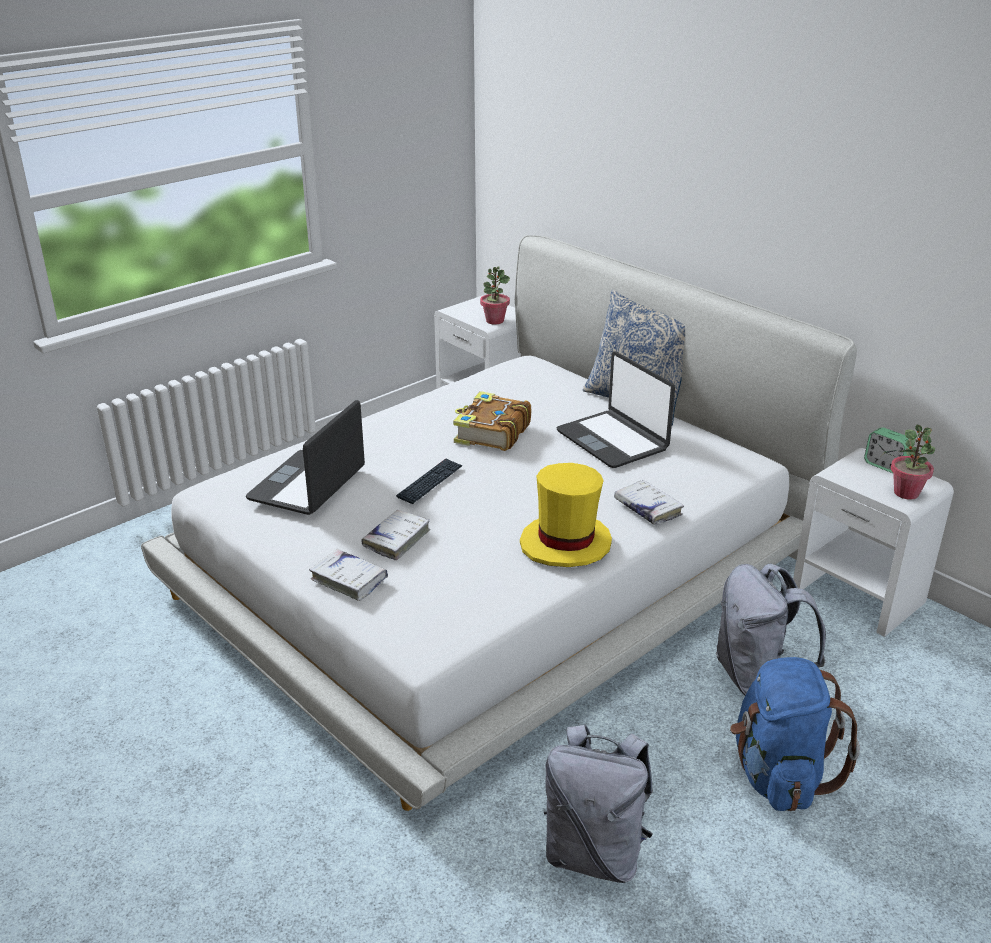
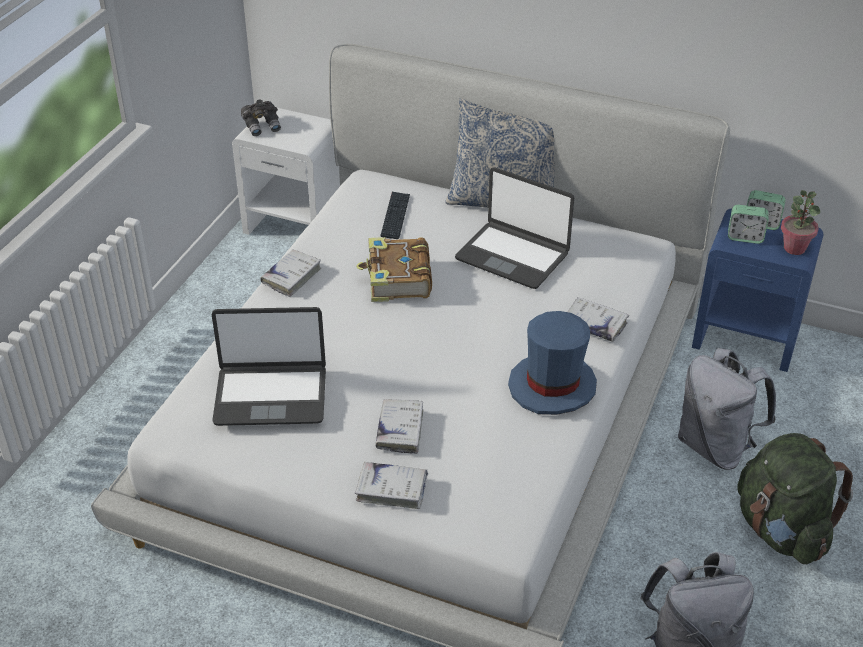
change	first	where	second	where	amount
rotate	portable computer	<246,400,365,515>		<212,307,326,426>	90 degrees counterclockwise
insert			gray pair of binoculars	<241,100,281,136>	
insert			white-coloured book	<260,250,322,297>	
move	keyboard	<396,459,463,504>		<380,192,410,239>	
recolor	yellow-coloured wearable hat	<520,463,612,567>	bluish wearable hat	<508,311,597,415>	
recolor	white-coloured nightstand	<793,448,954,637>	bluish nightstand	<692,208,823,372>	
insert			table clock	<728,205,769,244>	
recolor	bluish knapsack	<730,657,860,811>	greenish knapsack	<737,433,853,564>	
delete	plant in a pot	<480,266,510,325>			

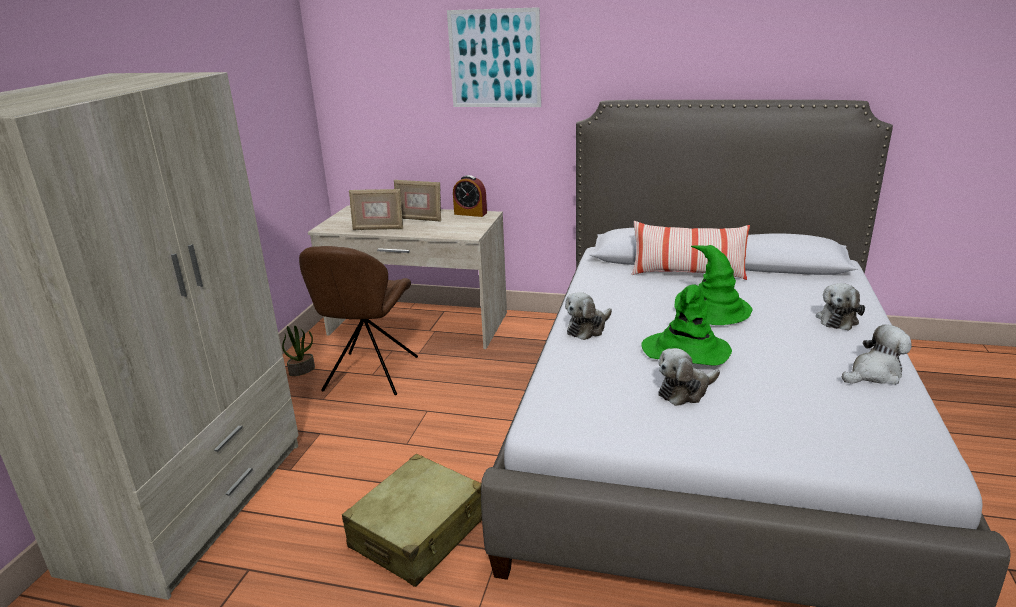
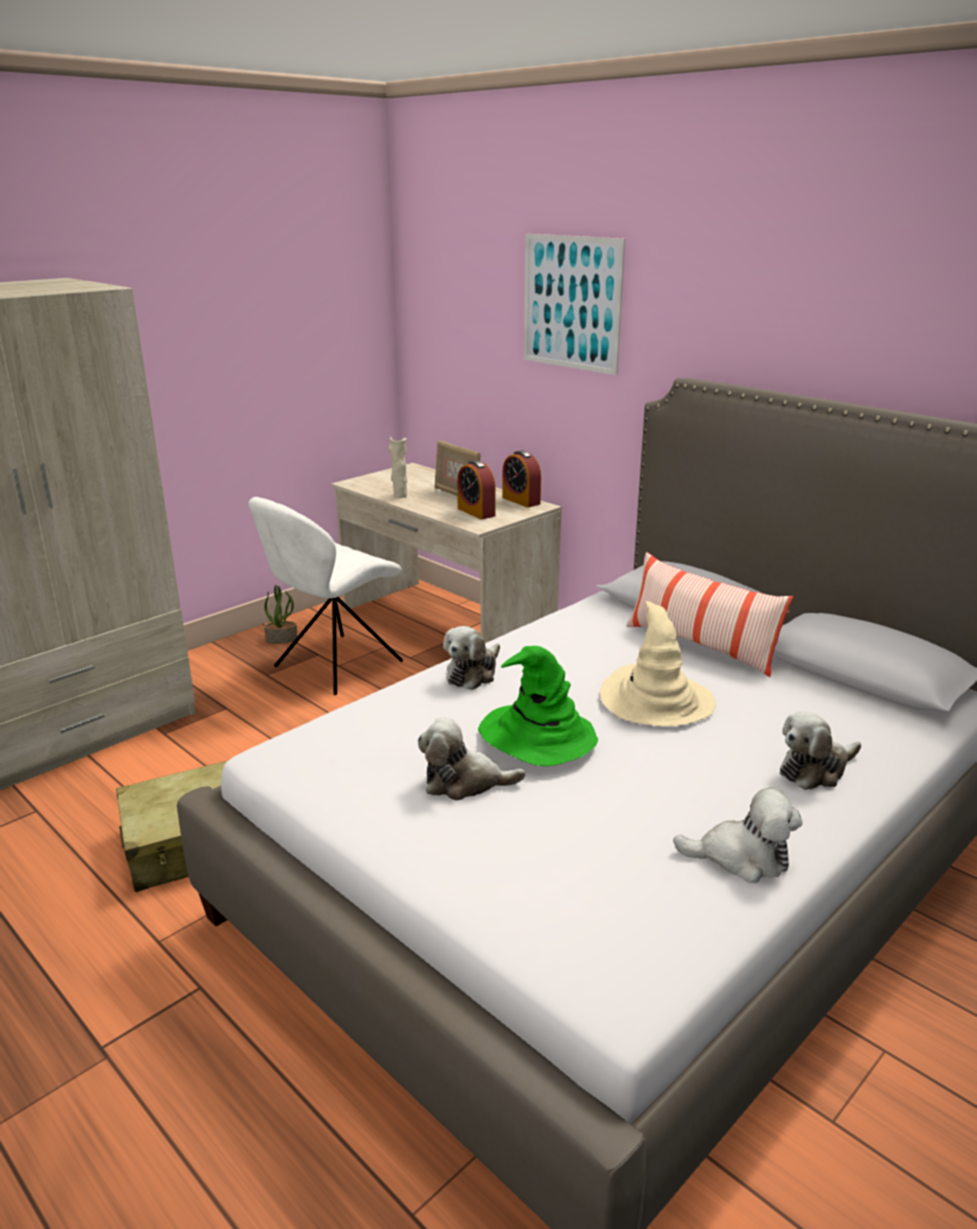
change	first	where	second	where	amount
recolor	brown-coloured chair	<299,246,418,395>	white-coloured chair	<248,497,403,695>	
replace	standing frame	<349,189,403,230>	sand-coloured flower vase	<388,437,407,498>	
rotate	plush toy	<565,292,612,340>		<443,626,500,690>	45 degrees counterclockwise
insert			table clock	<457,460,496,519>	
recolor	greenish wearable hat	<675,245,753,325>	sand-coloured wearable hat	<600,601,715,726>	

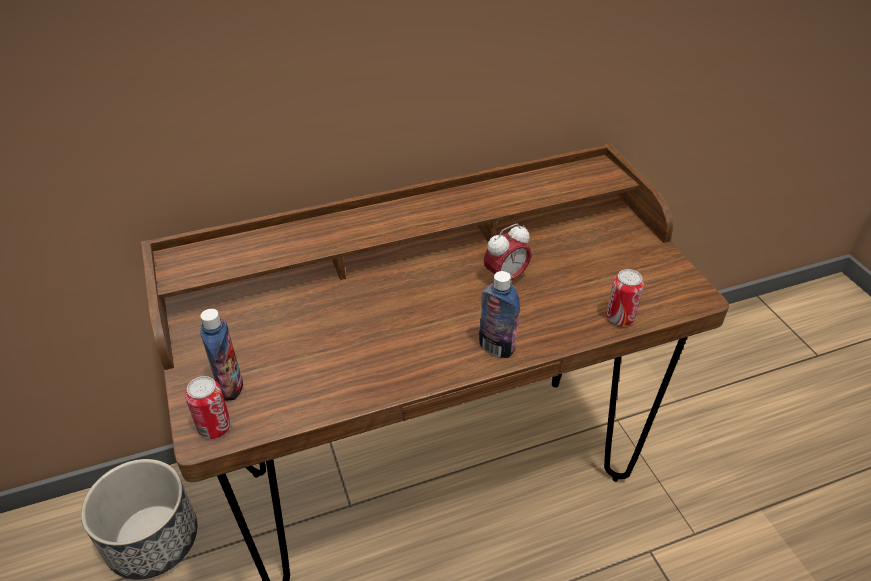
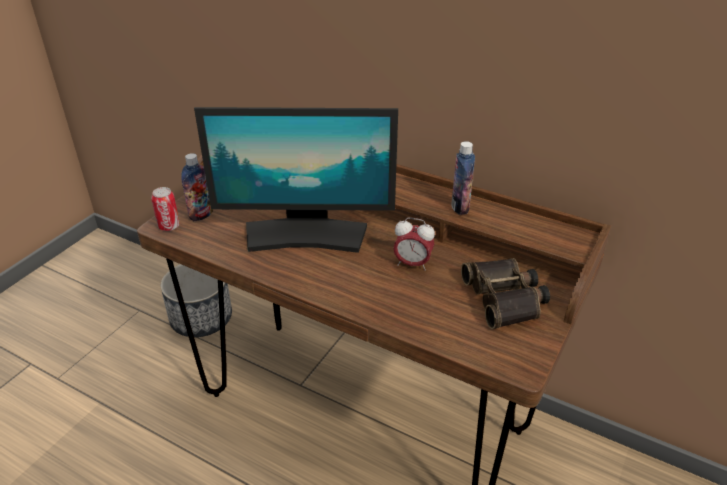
change	first	where	second	where	amount
insert			computer screen	<194,107,398,253>	
move	bottle	<479,271,520,358>		<451,141,475,215>	
insert			pair of binoculars	<461,258,550,329>	
delete	metal can	<606,269,644,326>			

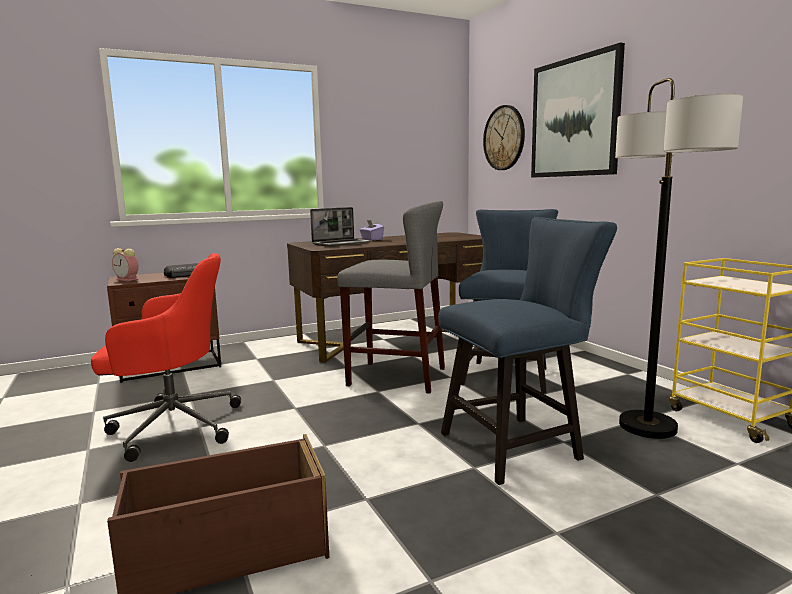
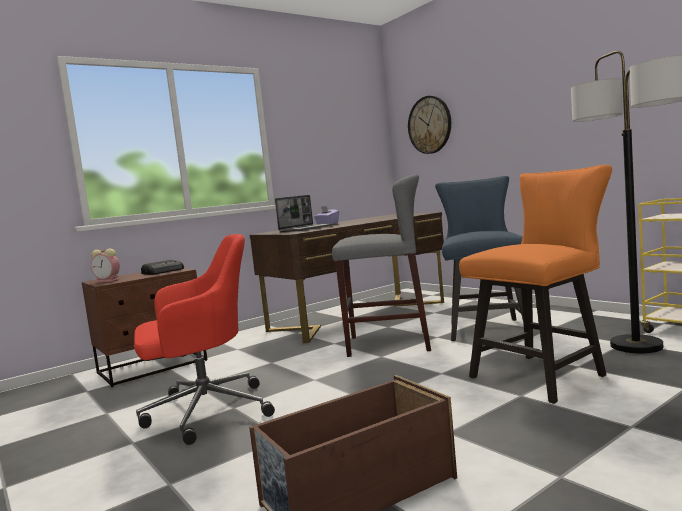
change	first	where	second	where	amount
recolor	bluish chair	<438,217,617,485>	orange chair	<459,165,612,404>	
delete	picture	<531,43,625,178>			

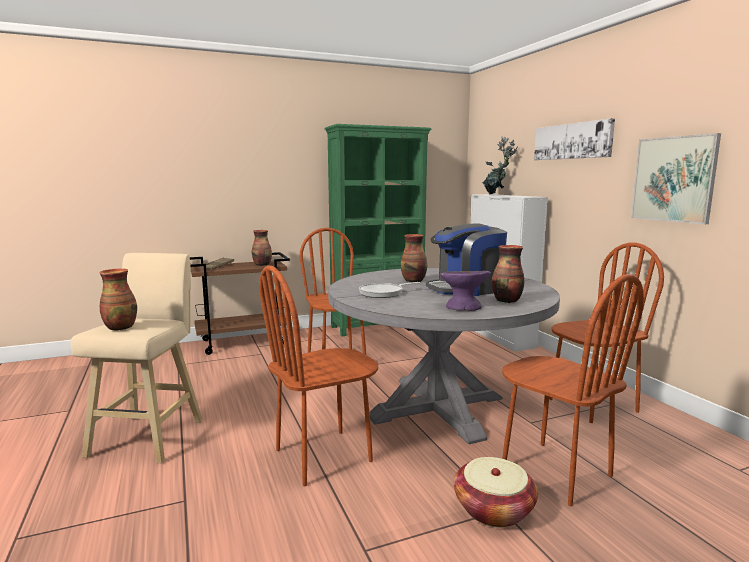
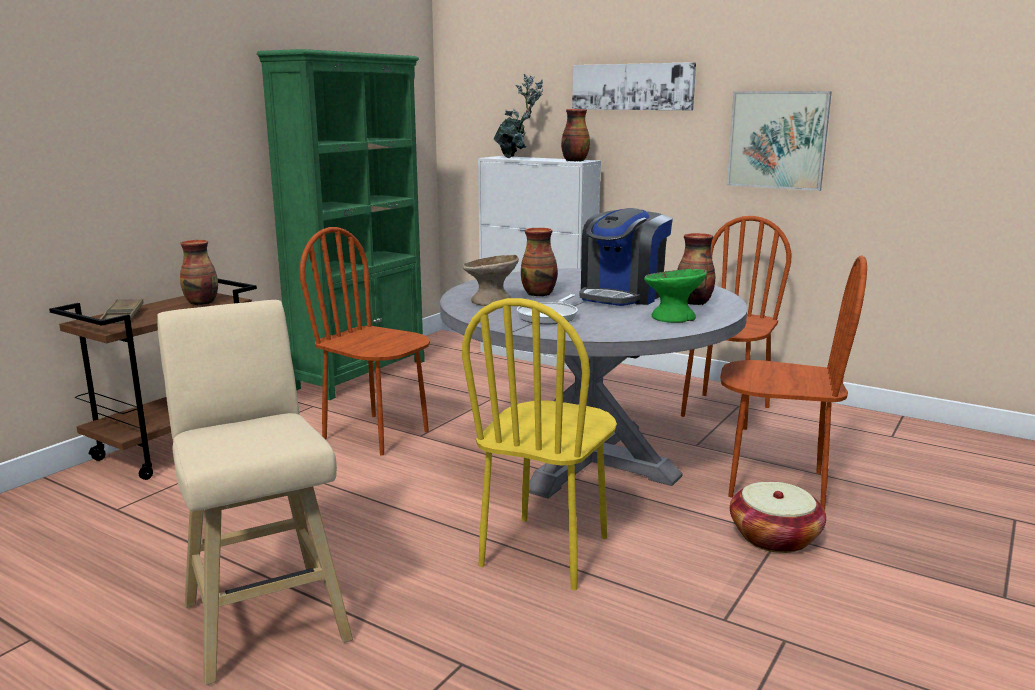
change	first	where	second	where	amount
insert			sand-coloured serving bowl	<462,255,519,306>	
recolor	brown-coloured chair	<259,265,378,486>	yellow-coloured chair	<462,298,617,590>	
move	flower vase	<100,268,137,331>		<561,109,590,162>	
recolor	purplish serving bowl	<440,271,491,311>	greenish serving bowl	<644,269,707,323>	

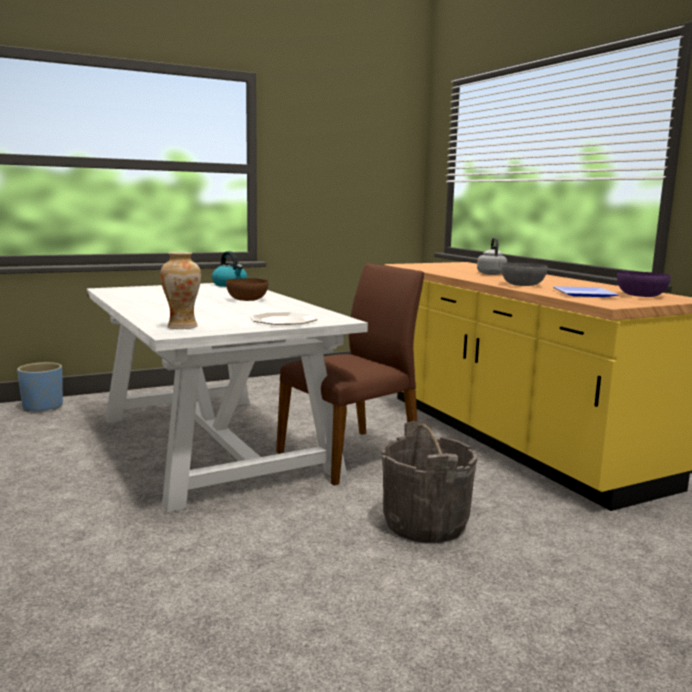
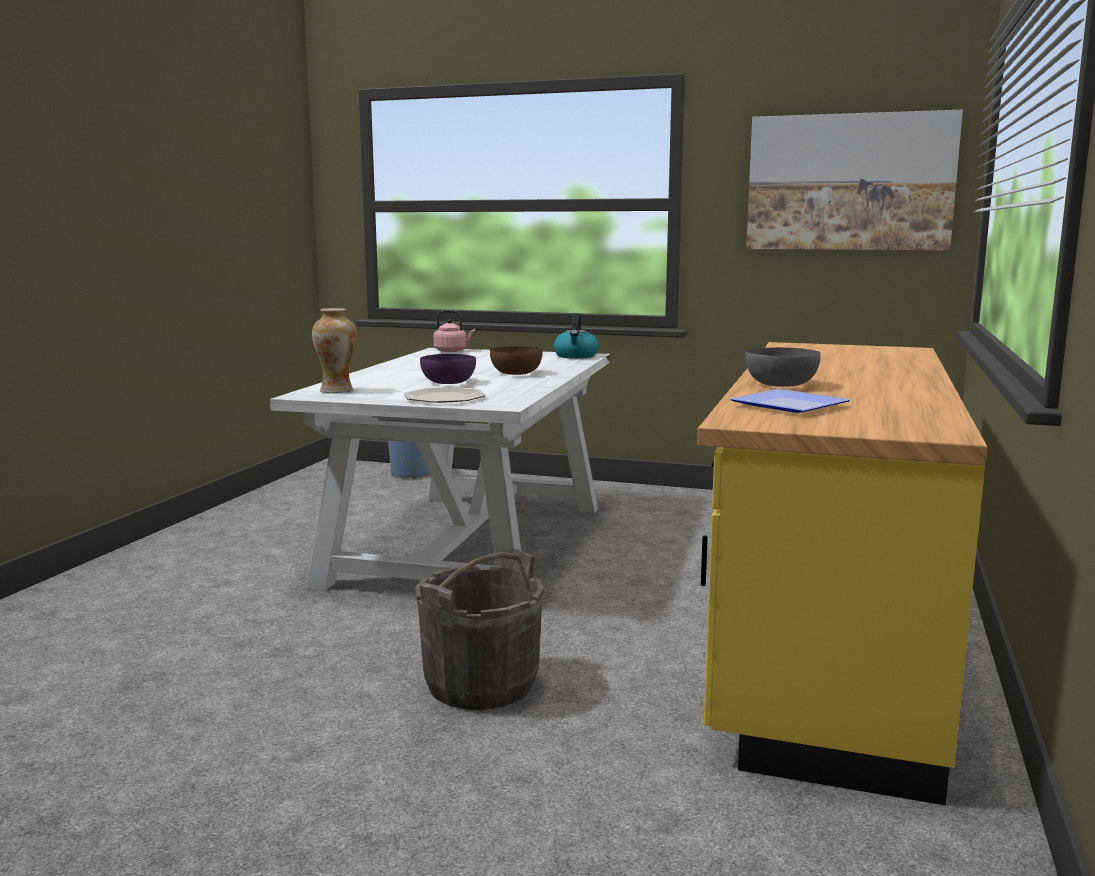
change	first	where	second	where	amount
move	purplish serving bowl	<617,271,671,297>		<420,354,476,384>	
insert			pink tea kettle	<433,310,475,352>	
insert			picture	<746,110,963,251>	
delete	brown-coloured chair	<276,264,424,485>			
delete	gray tea kettle	<477,238,507,275>			

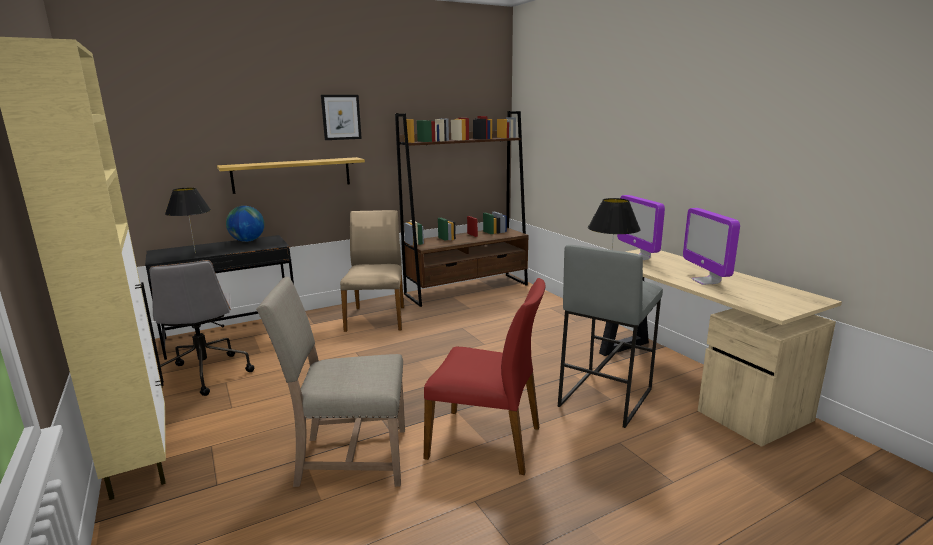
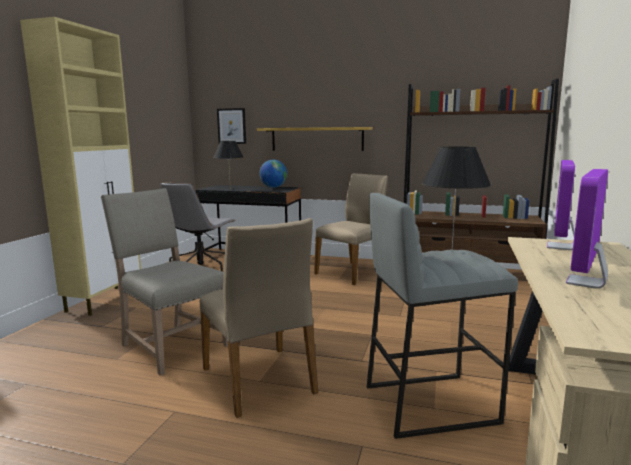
change	first	where	second	where	amount
recolor	red-coloured chair	<424,278,545,475>	sand-coloured chair	<200,218,318,418>	
move	picture	<321,95,362,140>		<217,108,246,144>	

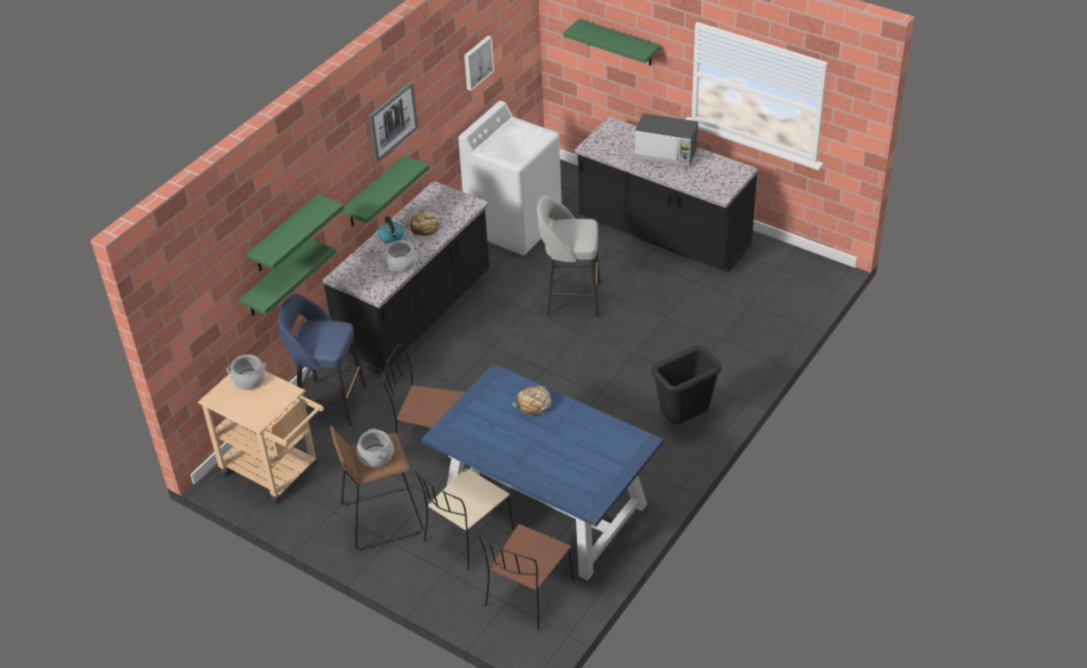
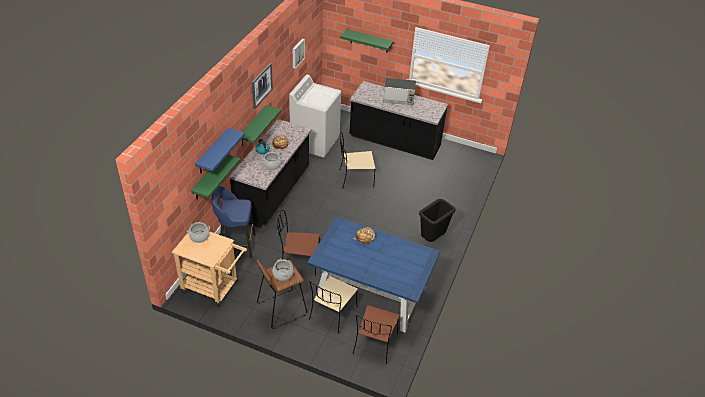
change	first	where	second	where	amount
recolor	greenish shelf	<247,194,344,271>	bluish shelf	<195,128,245,173>	
replace	gray stool seat	<537,195,601,317>	sand-coloured chair	<339,132,375,187>	

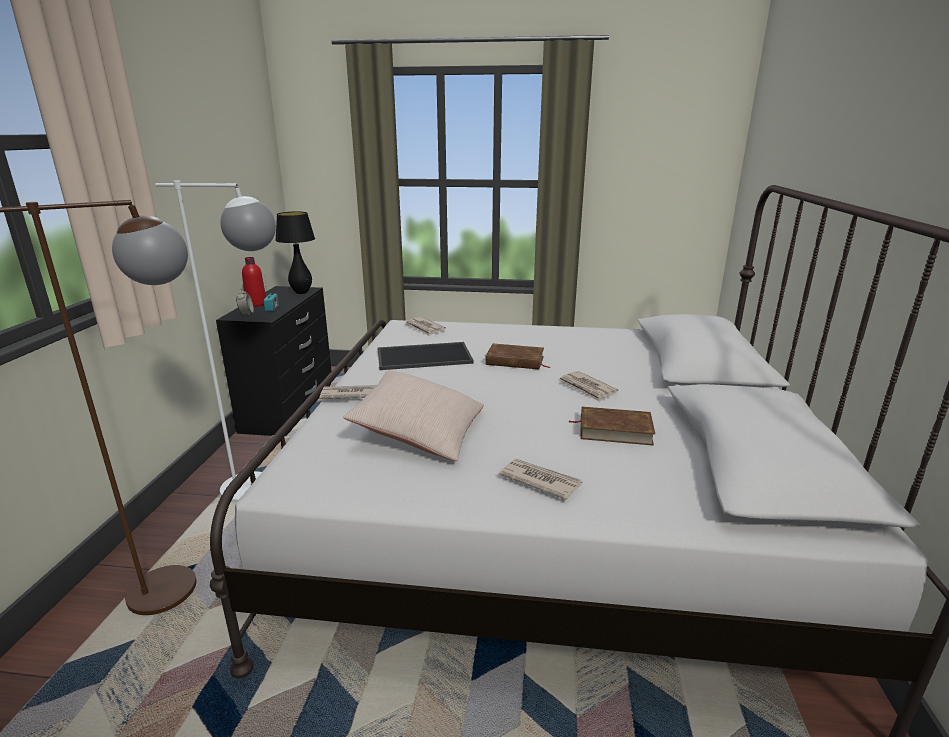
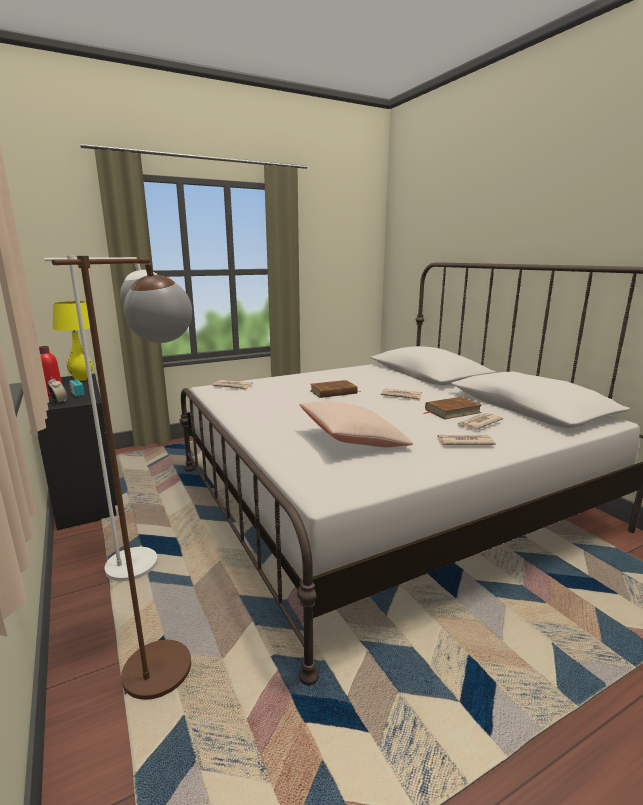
change	first	where	second	where	amount
recolor	black-coloured table lamp	<275,211,315,294>	yellow-coloured table lamp	<53,301,93,381>	
move	printed paper	<319,385,376,399>		<457,413,503,430>	
delete	serving tray	<377,342,474,370>			

